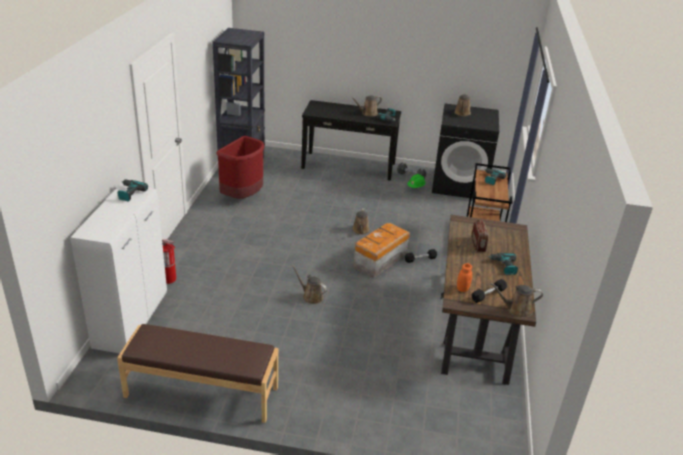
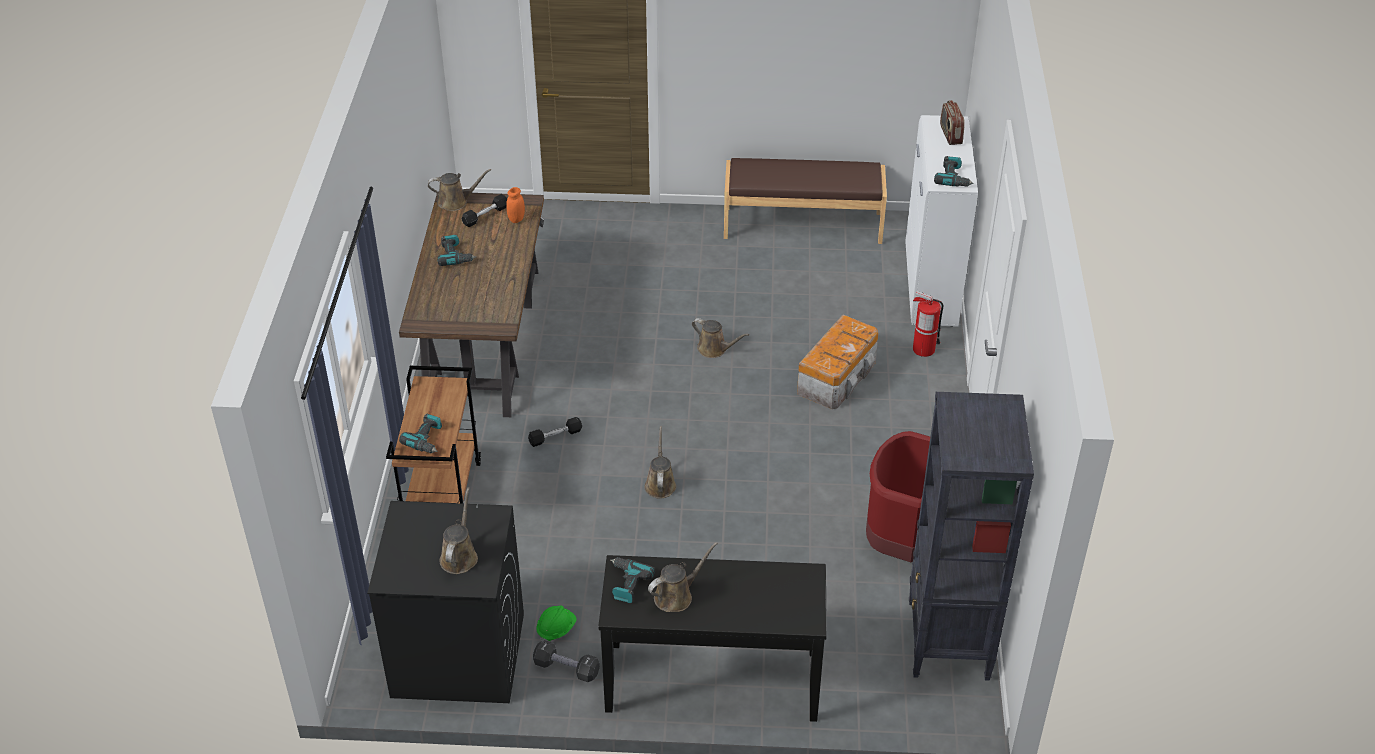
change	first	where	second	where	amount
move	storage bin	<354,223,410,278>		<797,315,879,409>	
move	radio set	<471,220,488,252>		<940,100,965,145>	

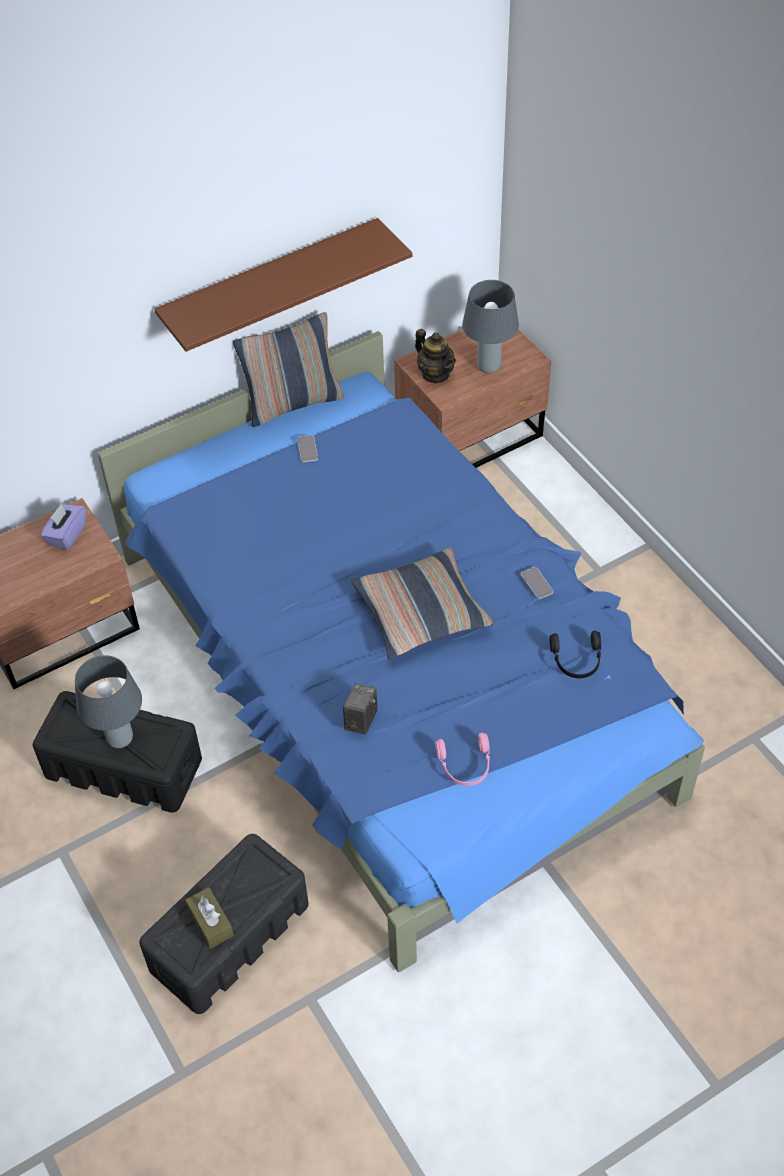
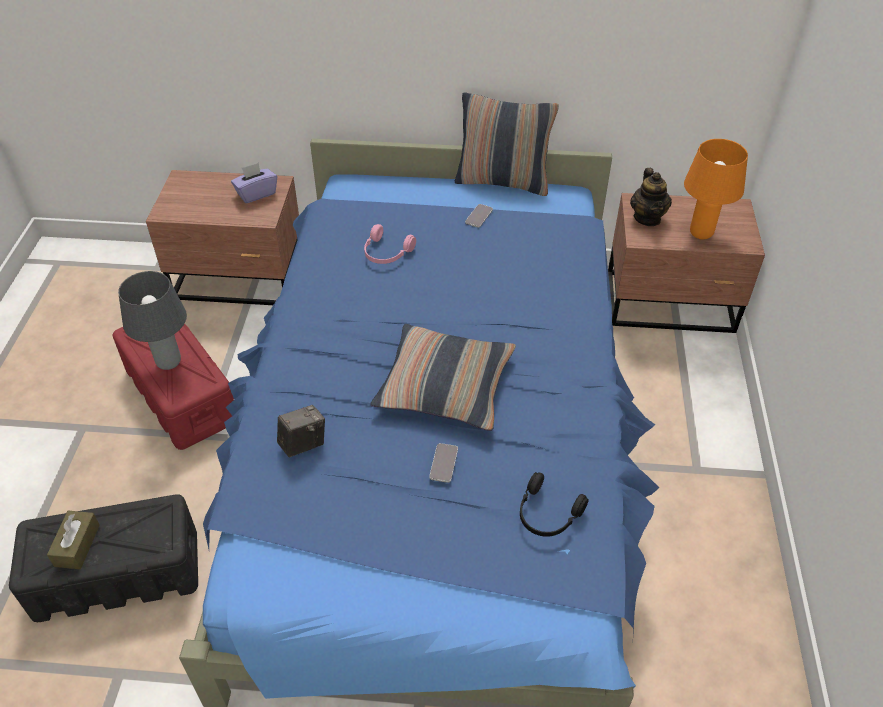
change	first	where	second	where	amount
recolor	black-coloured storage bin	<33,691,202,813>	red-coloured storage bin	<113,324,234,450>	
move	pink pair of headphones	<435,733,490,786>		<364,224,416,264>	
move	telephone	<521,567,553,599>		<429,443,458,483>	
recolor	gray table lamp	<462,280,519,373>	orange table lamp	<684,139,748,239>	
delete	brown-coloured shelf	<154,218,412,352>			

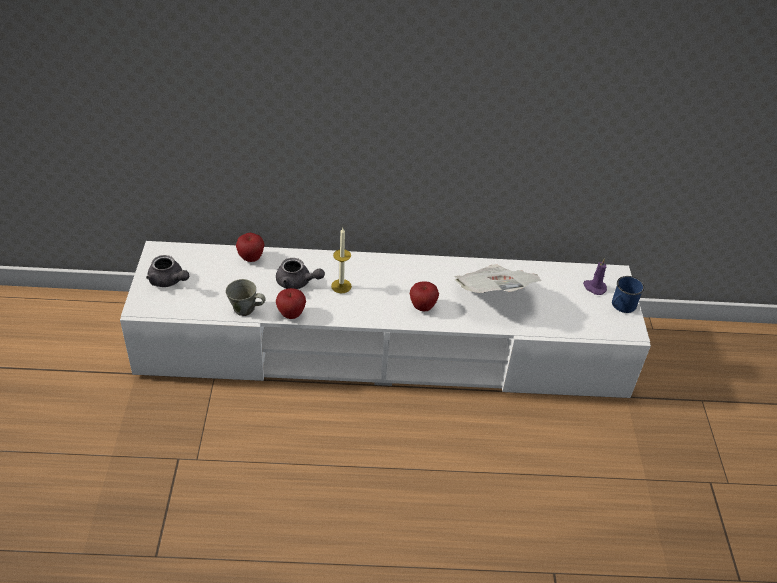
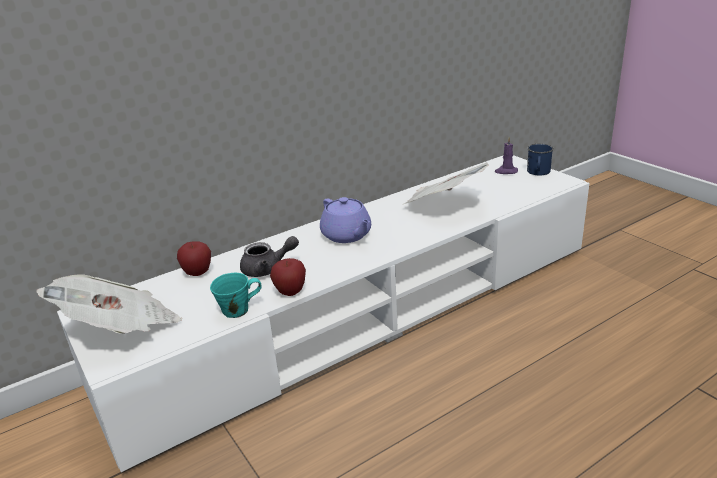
change	first	where	second	where	amount
replace	gray teapot	<146,255,189,287>	printed paper	<36,274,182,334>	
recolor	gray coffee mug	<226,279,266,316>	blue-green coffee mug	<210,273,262,318>	
insert			purplish teapot	<320,197,371,243>	
delete	wax candle	<331,228,352,293>			
delete	apple	<410,281,439,311>			

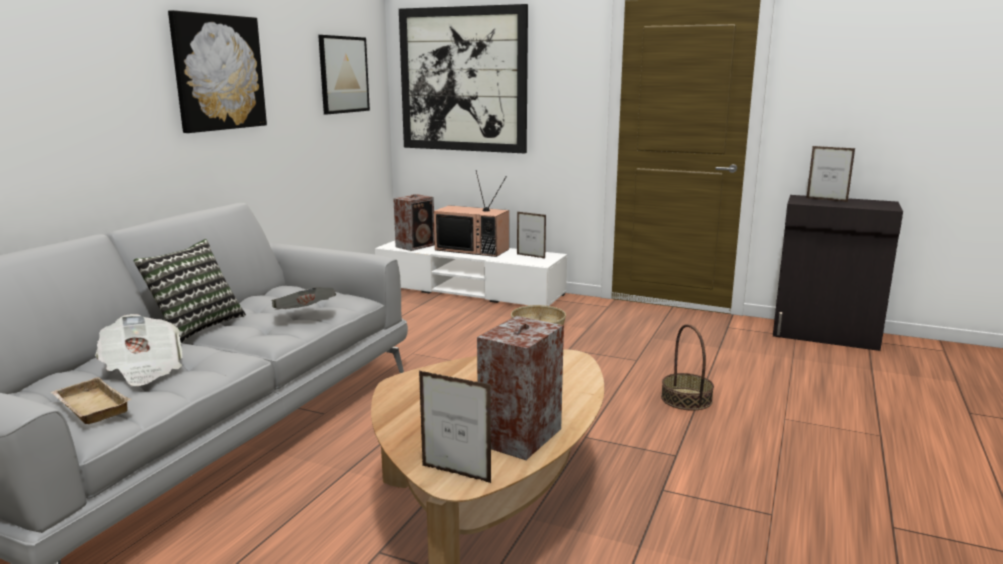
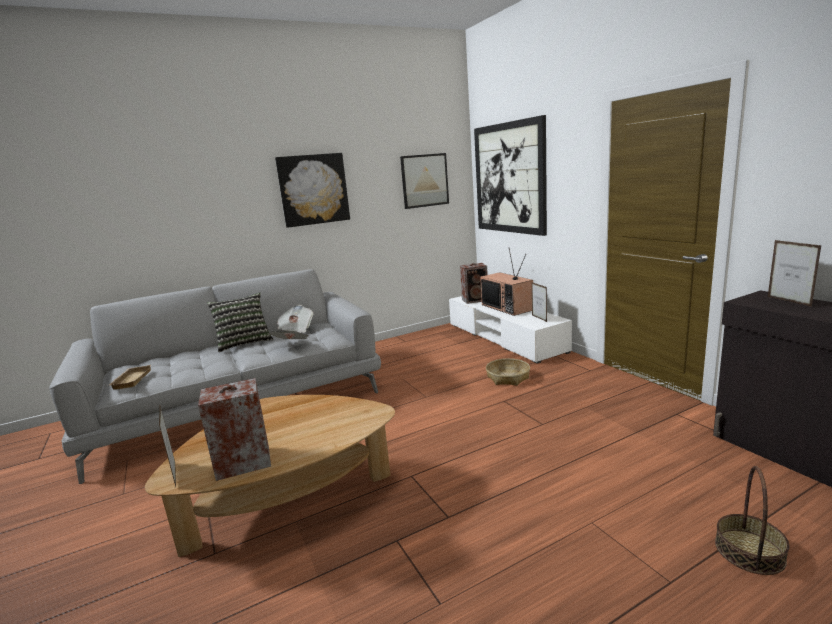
change	first	where	second	where	amount
move	printed paper	<95,314,182,386>		<277,305,314,333>	
move	basket	<661,324,714,410>		<715,466,790,575>	

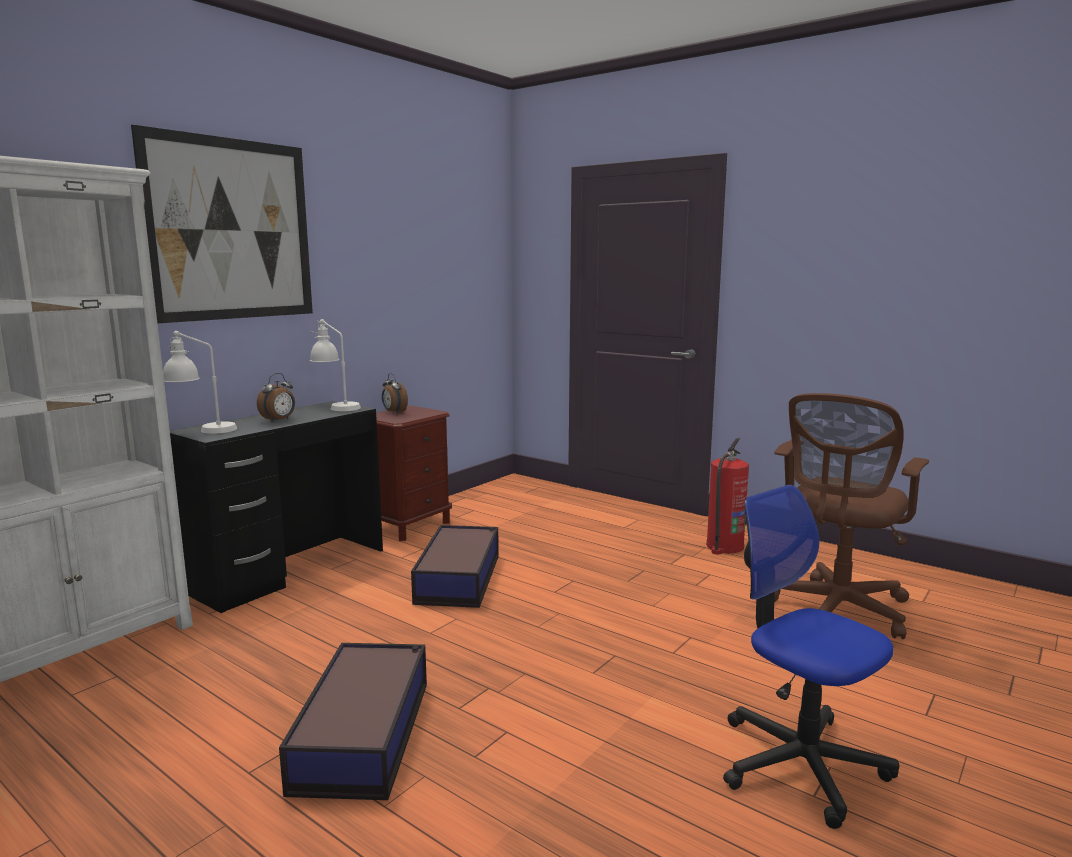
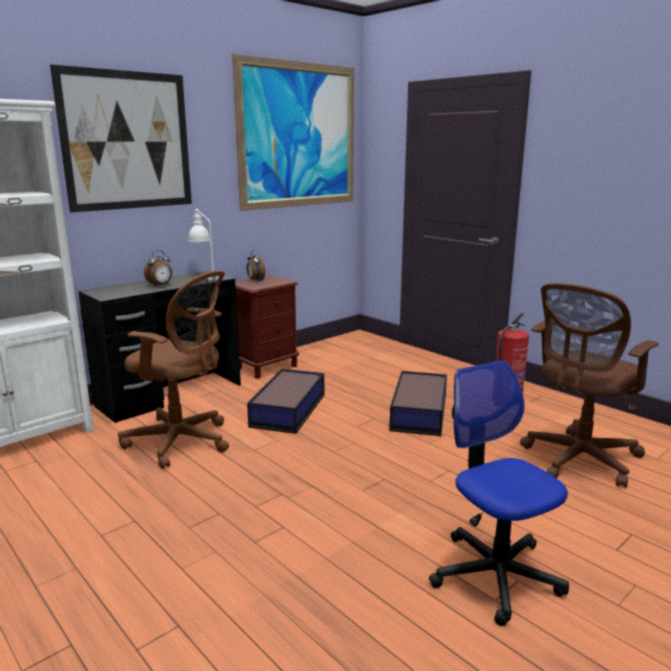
change	first	where	second	where	amount
insert			brown-coloured desk chair	<118,271,229,469>	
insert			picture	<232,54,354,211>	
move	storage bin	<279,643,427,800>		<389,371,447,436>	
delete	white-coloured table lamp	<163,331,237,434>			

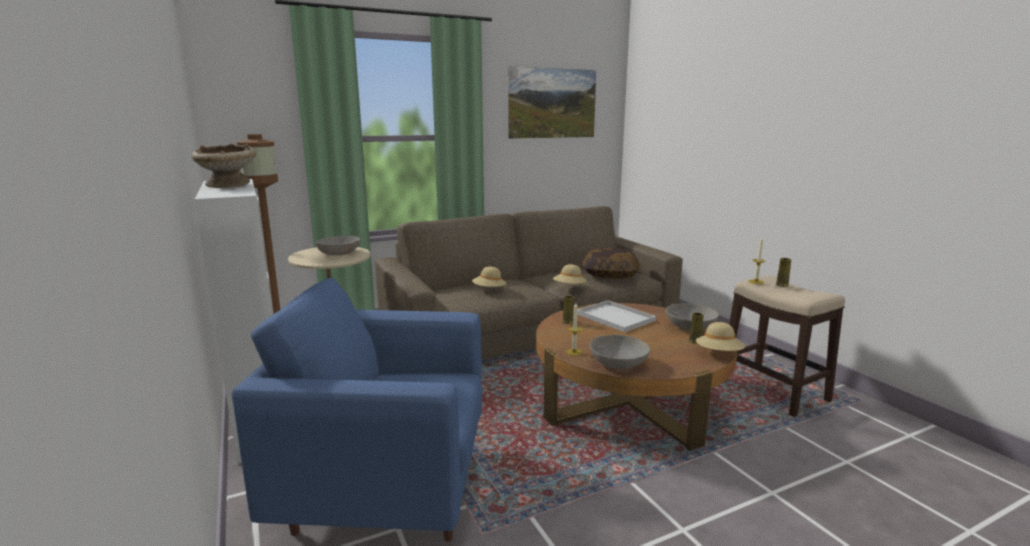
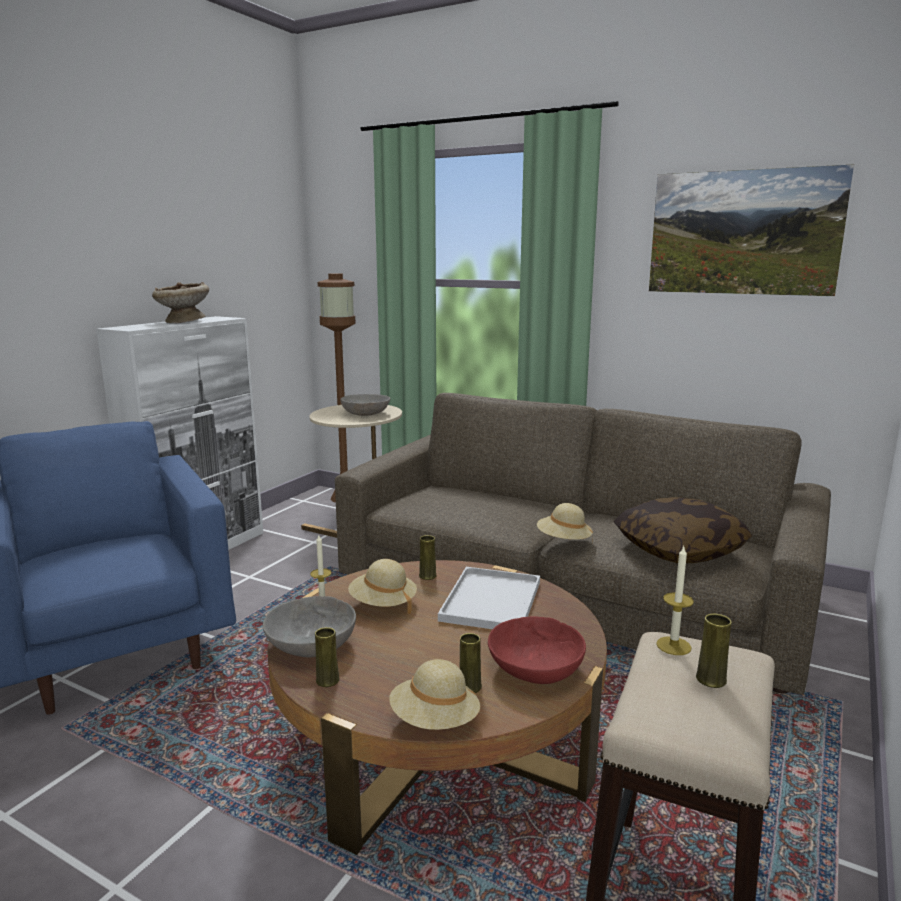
change	first	where	second	where	amount
insert			yellow-coloured flower vase	<315,627,340,687>	
move	sand-coloured wearable hat	<472,267,507,287>		<348,559,417,614>	
recolor	gray serving bowl	<666,303,719,330>	red-coloured serving bowl	<488,616,586,684>	

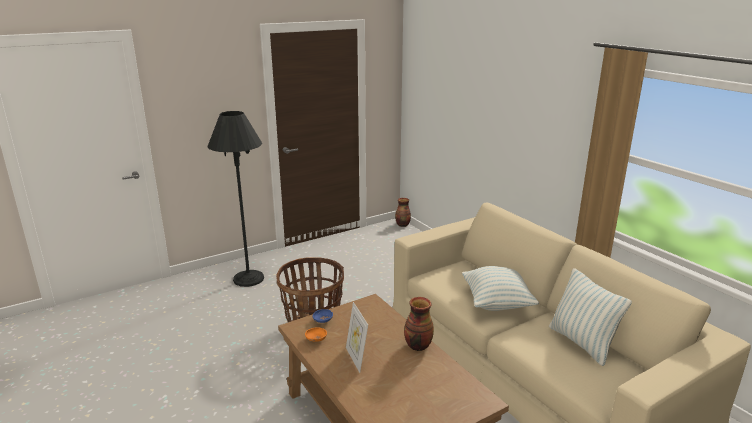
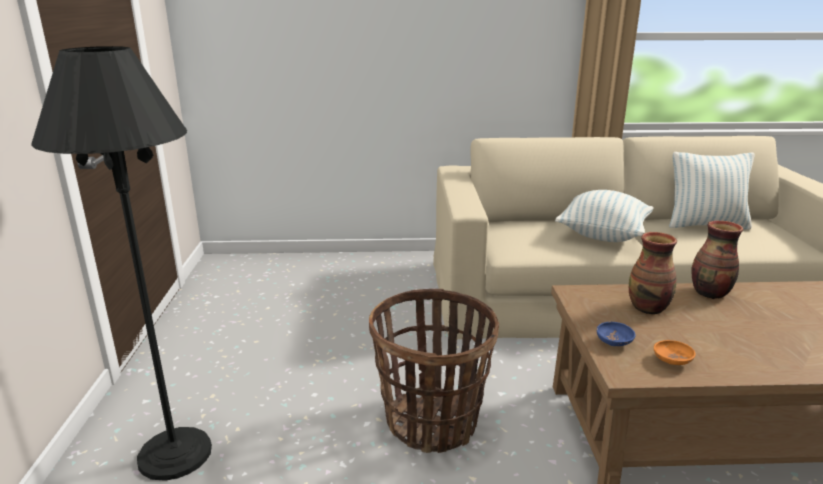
change	first	where	second	where	amount
move	flower vase	<395,198,411,227>		<629,232,677,314>	
delete	standing frame	<346,302,368,373>			

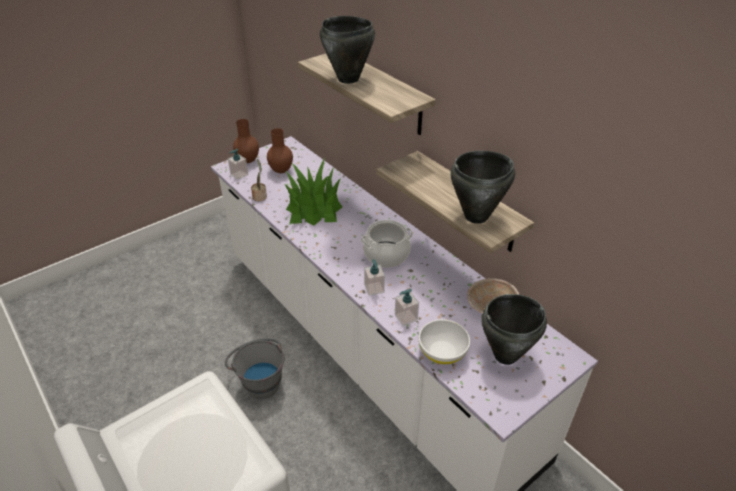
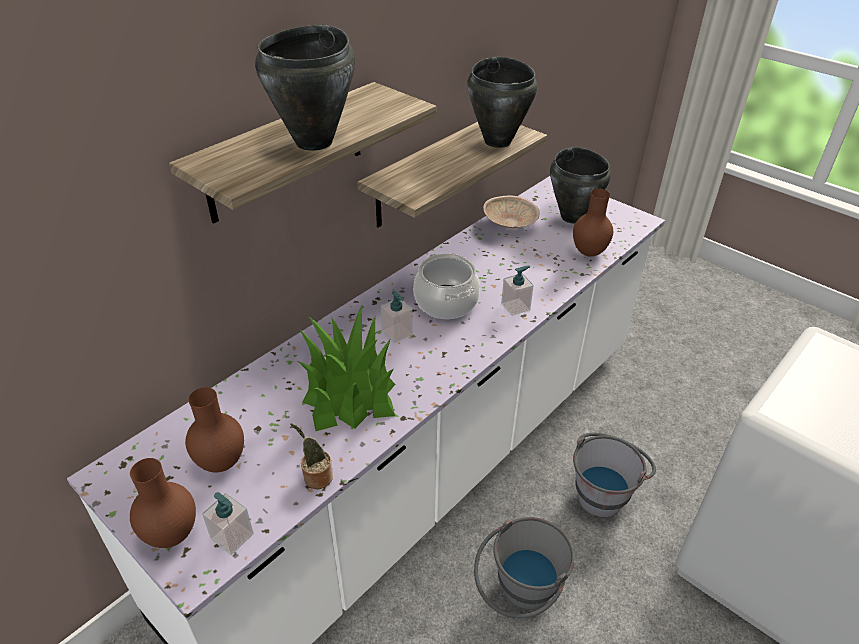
change	first	where	second	where	amount
move	soap bottle	<395,289,419,326>		<381,291,413,343>	
replace	white-coloured serving bowl	<419,319,470,364>	brown-coloured flower vase	<573,189,613,257>	
insert			gray pail	<573,433,656,517>	

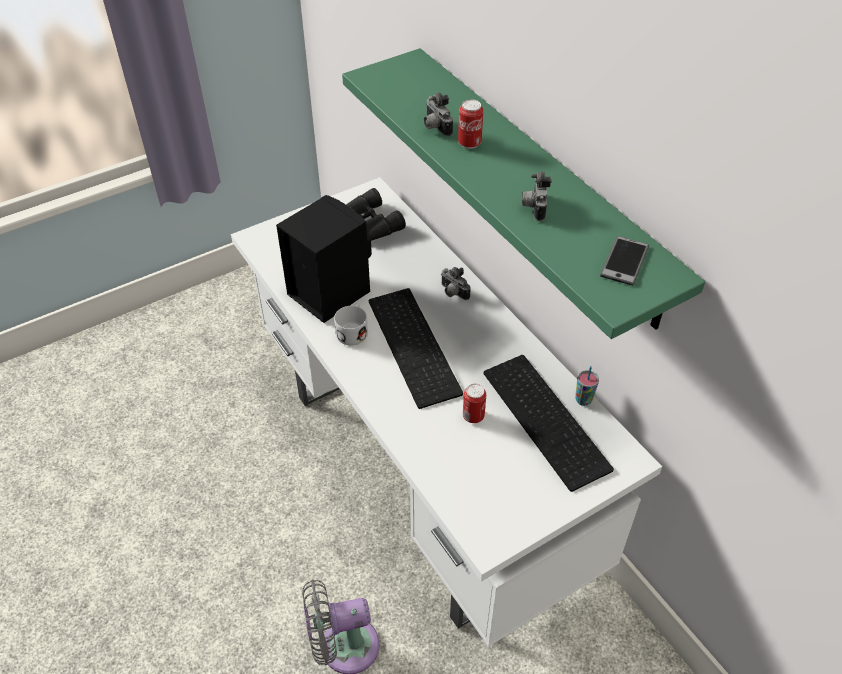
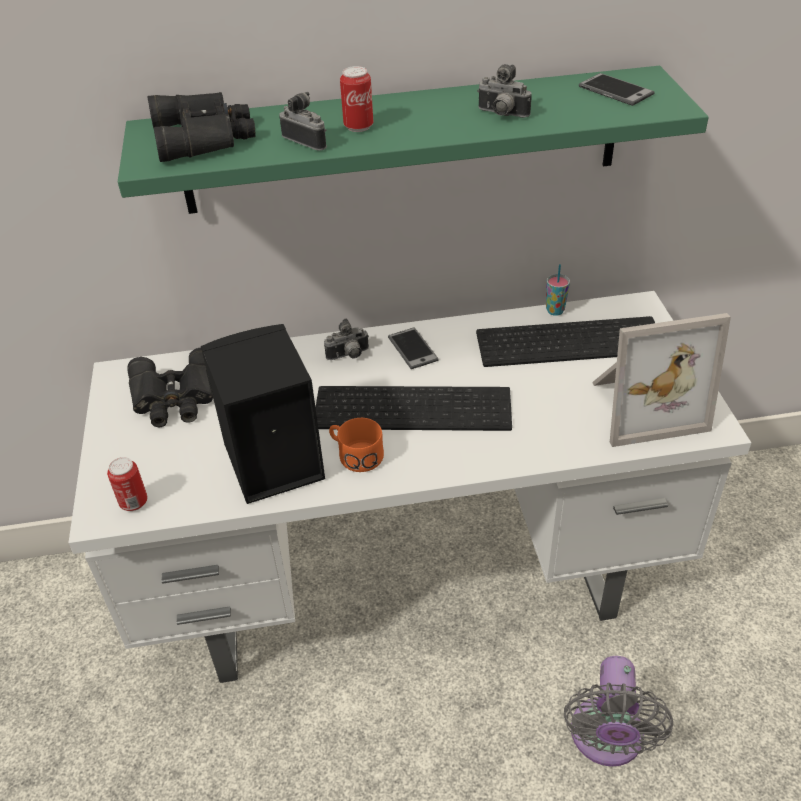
change	first	where	second	where	amount
move	metal can	<463,384,486,423>		<107,457,148,511>	
insert			black-coloured pair of binoculars	<148,92,256,162>	
rotate	photo camera	<424,92,453,137>		<279,92,327,151>	135 degrees counterclockwise
recolor	white-coloured coffee mug	<334,303,368,346>	orange coffee mug	<329,418,384,472>	
insert			telephone	<388,327,439,369>	
insert			standing frame	<592,313,731,447>	

